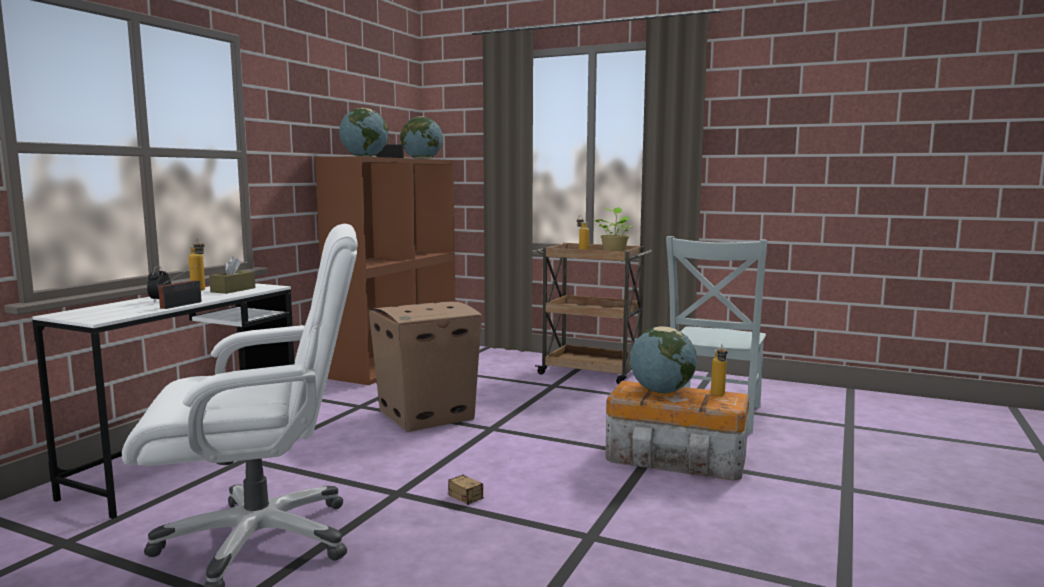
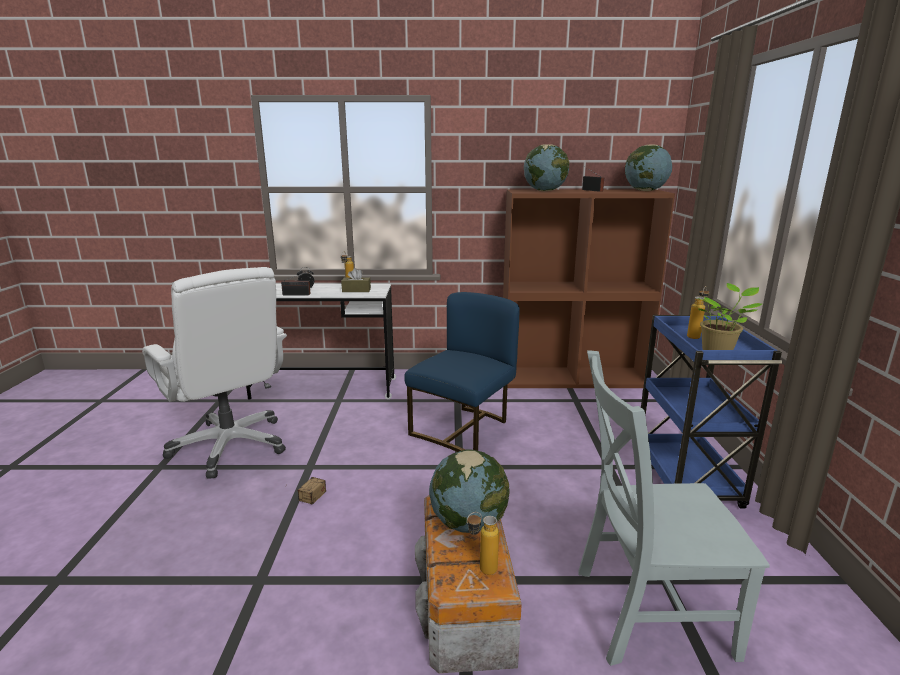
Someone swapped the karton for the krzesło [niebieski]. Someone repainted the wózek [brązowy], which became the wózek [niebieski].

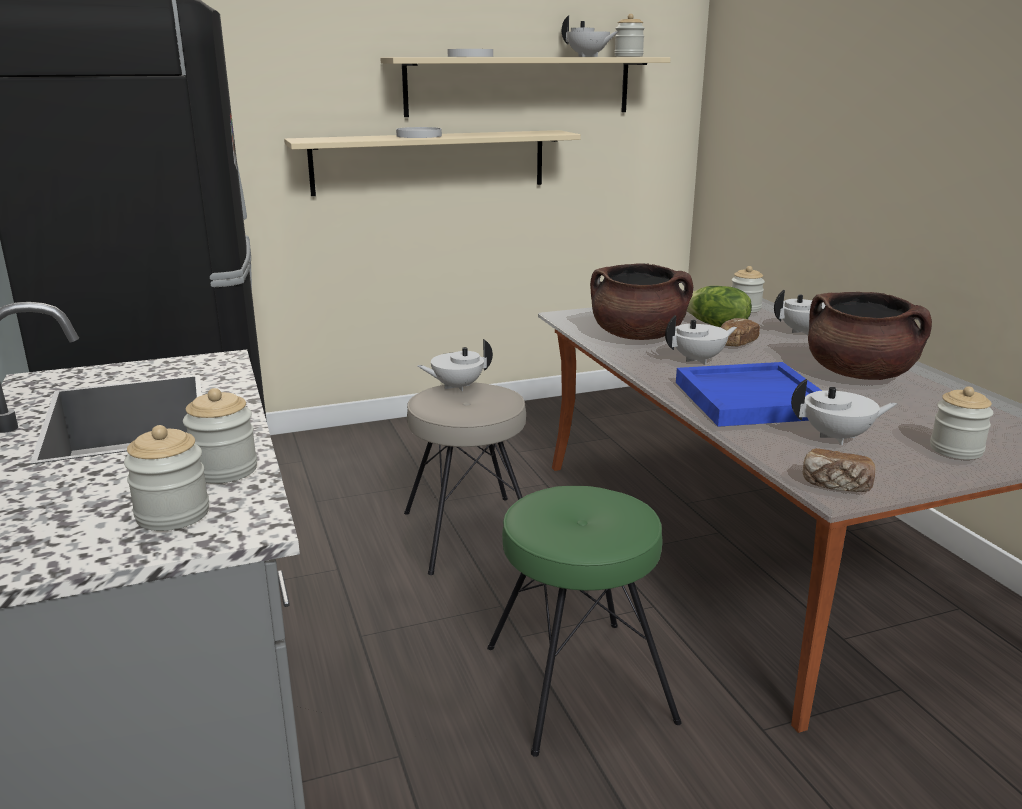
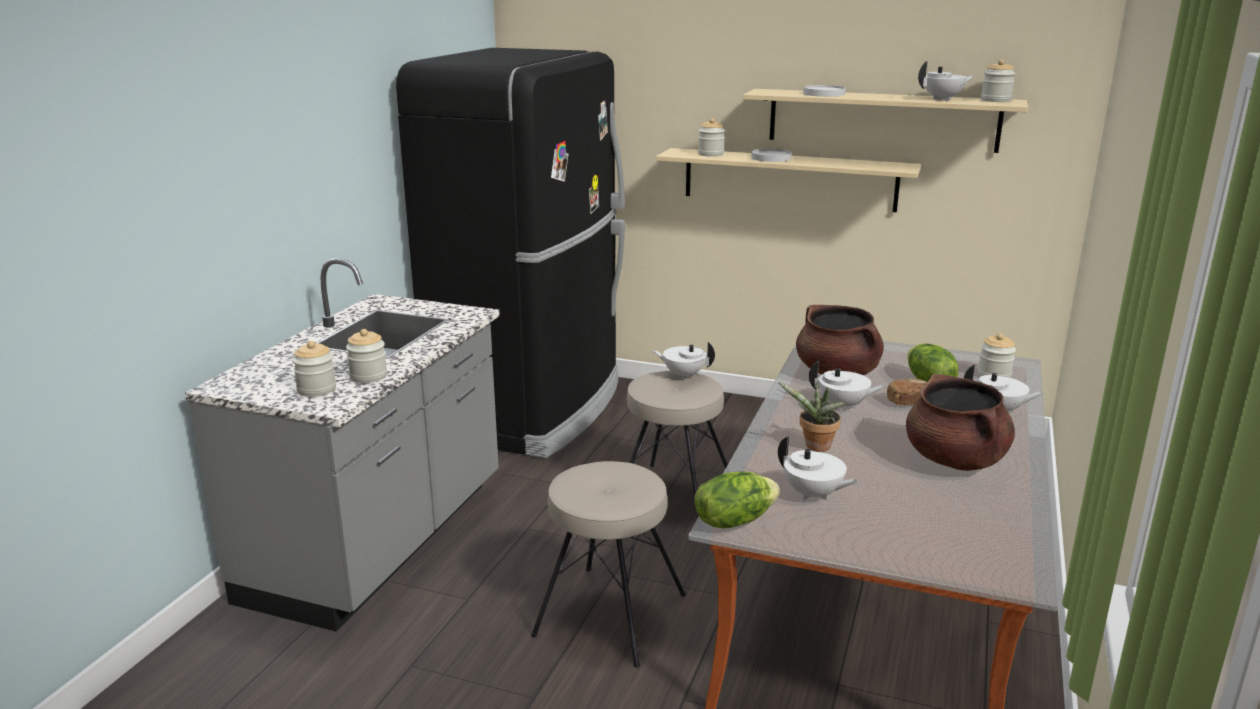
Someone repainted the stołek [zielony], which became the stołek [beżowy] (no. 1 from left). Someone rotated the imbryk [biały] (no. 2 from left in the first image) by 90 degrees counterclockwise. Someone swapped the taca [niebieski] for the roślina doniczkowa. Someone swapped the chleb (no. 2 from left) for the sałata (no. 1 from left). Someone carried the słoik (no. 5 from left in the first image).

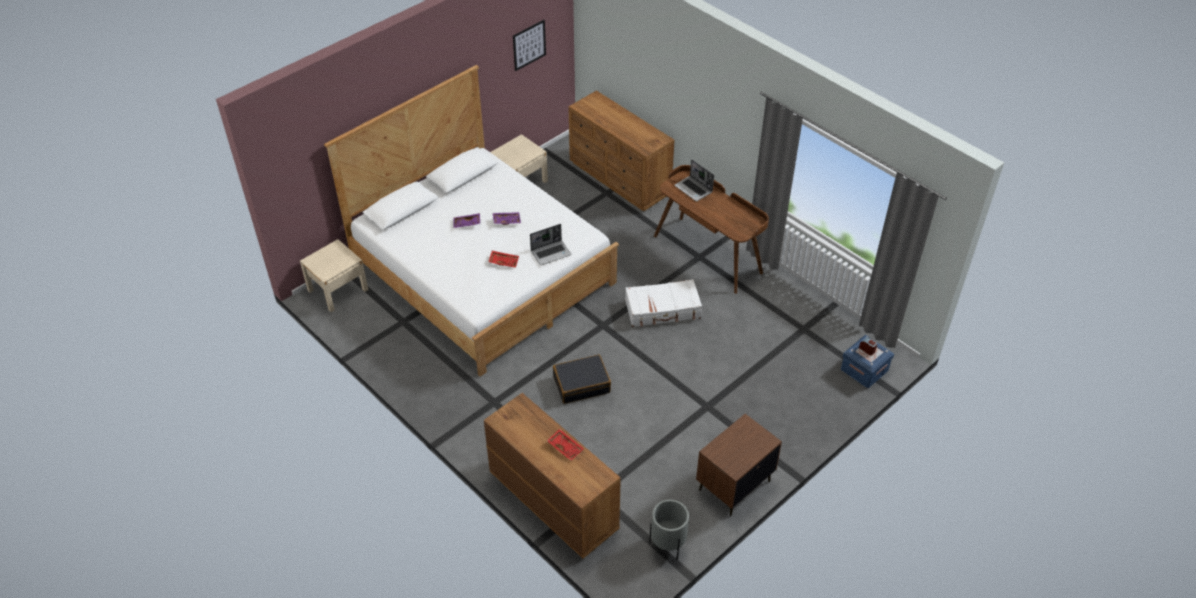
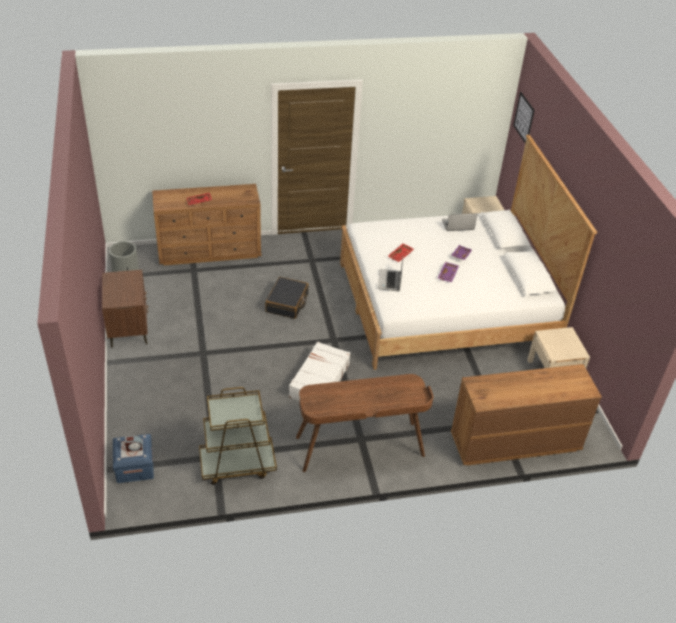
Someone carried the obraz. Someone carried the laptop (no. 2 from left). Someone put down the wózek [brązowy].

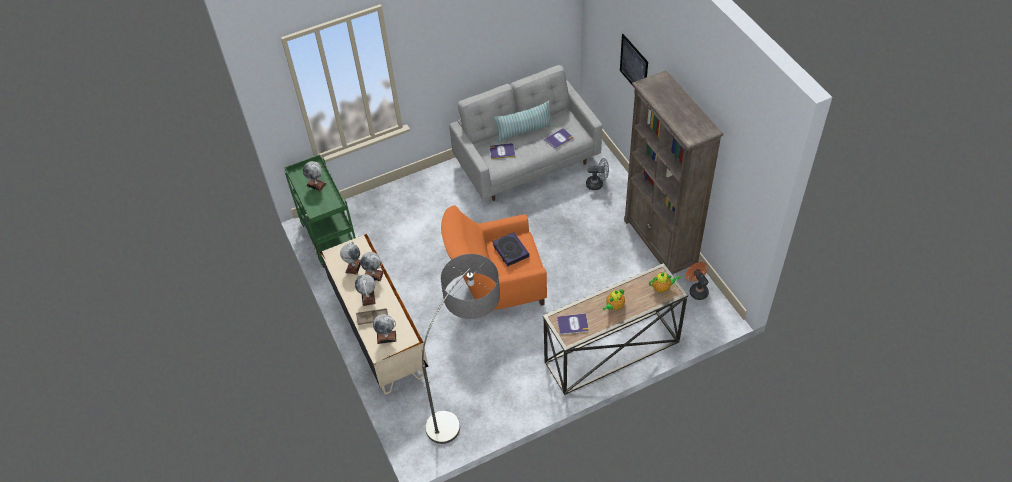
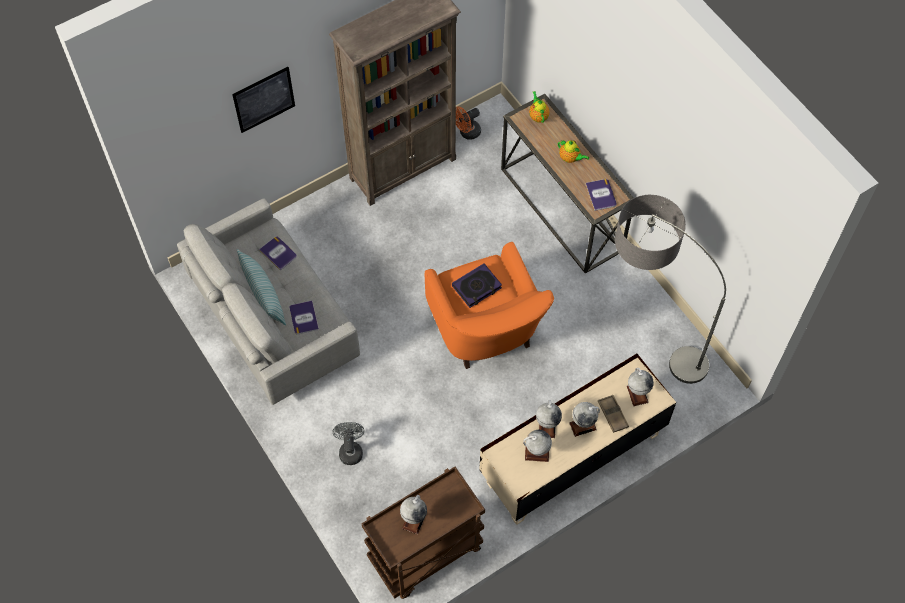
Someone repainted the wózek [zielony], which became the wózek [brązowy]. Someone carried the wentylator [szary].

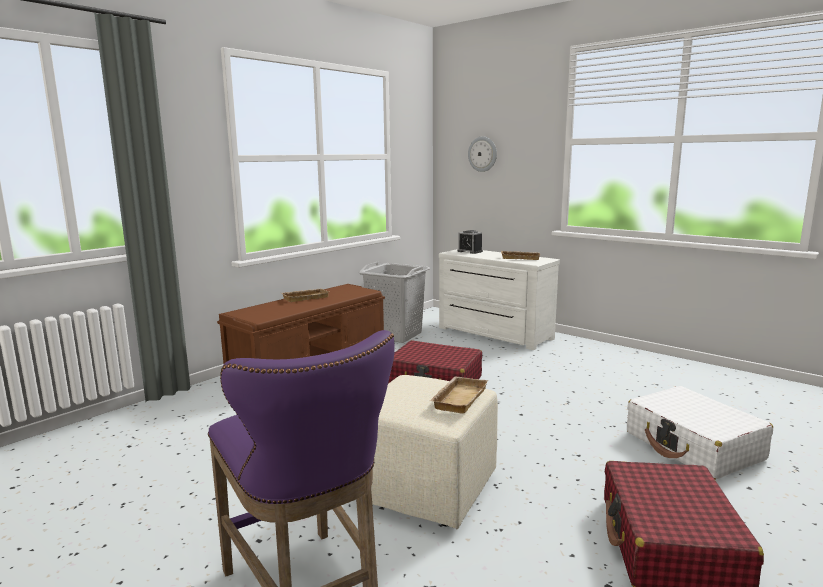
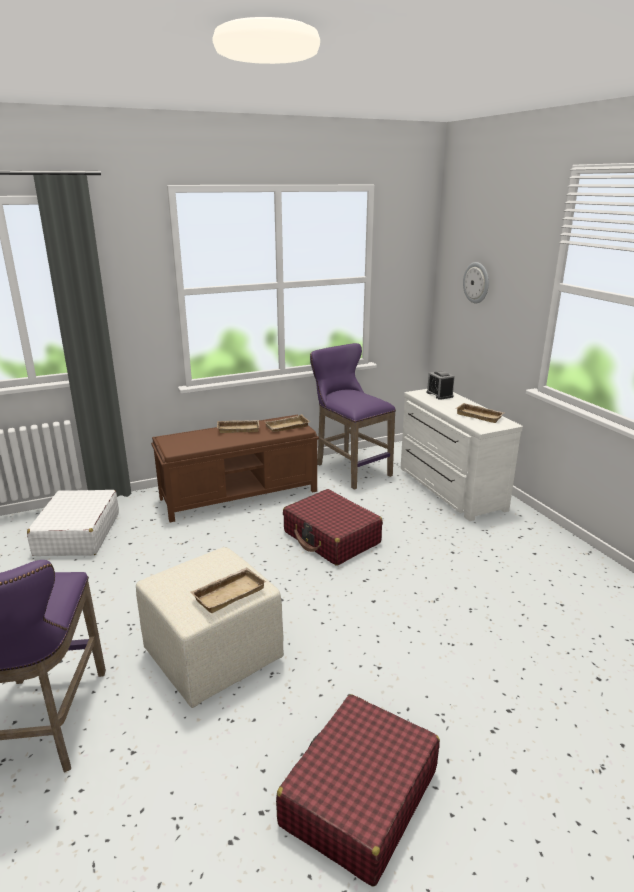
Someone swapped the kosz na pranie [szary] for the stołek [fioletowy] (no. 2 from left). Someone carried the walizka [biały]. Someone put down the taca [beżowy] (no. 3 from left).

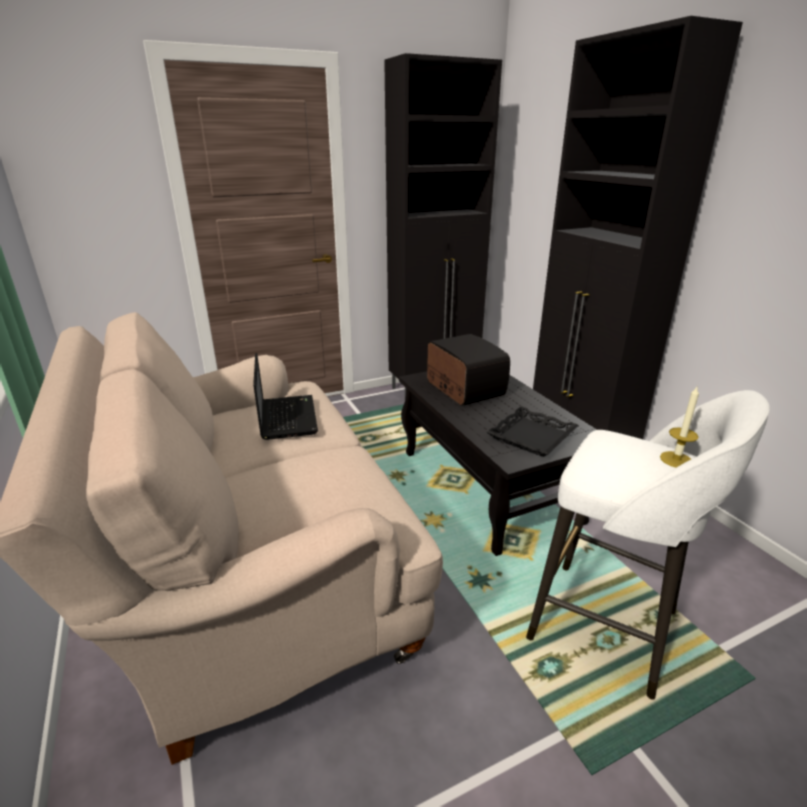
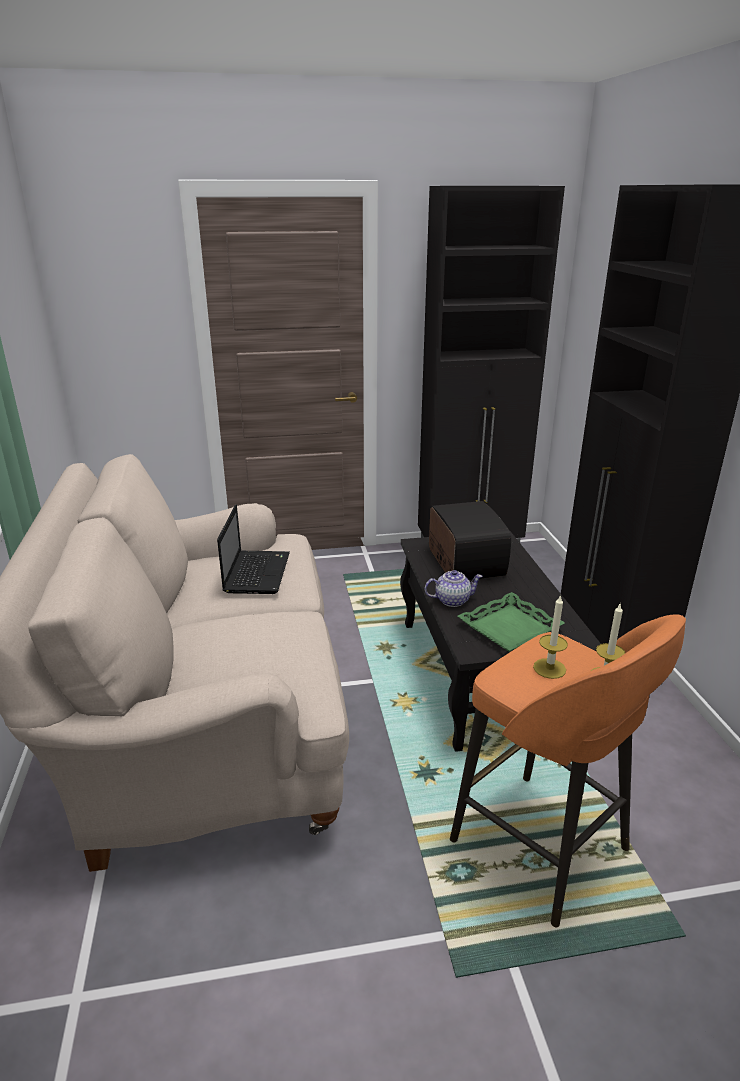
Someone repainted the taca [czarny], which became the taca [zielony]. Someone repainted the stołek [biały], which became the stołek [pomarańczowy]. Someone put down the imbryk. Someone put down the świeca (no. 1 from left).

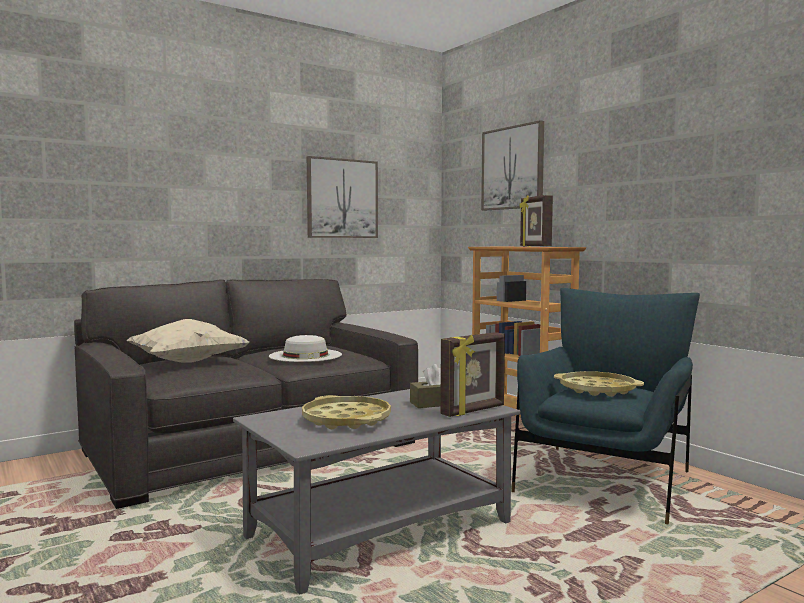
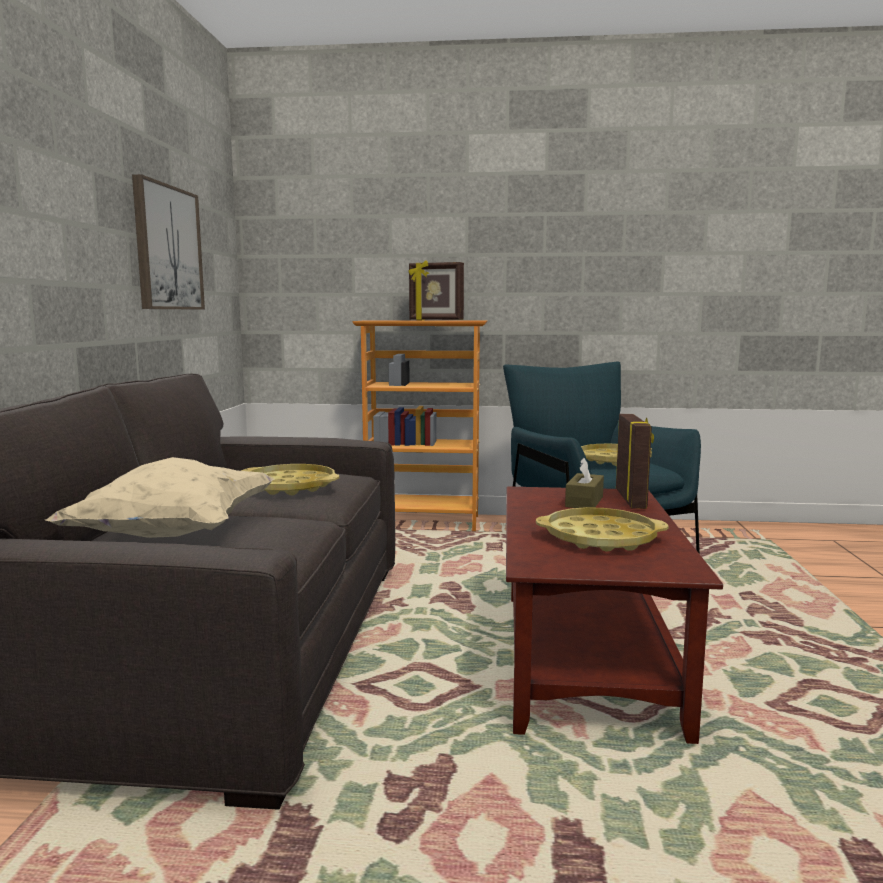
Someone repainted the ława [szary], which became the ława [brązowy]. Someone swapped the kapelusz [biały] for the taca [żółty] (no. 1 from left). Someone took away the obraz (no. 2 from left).

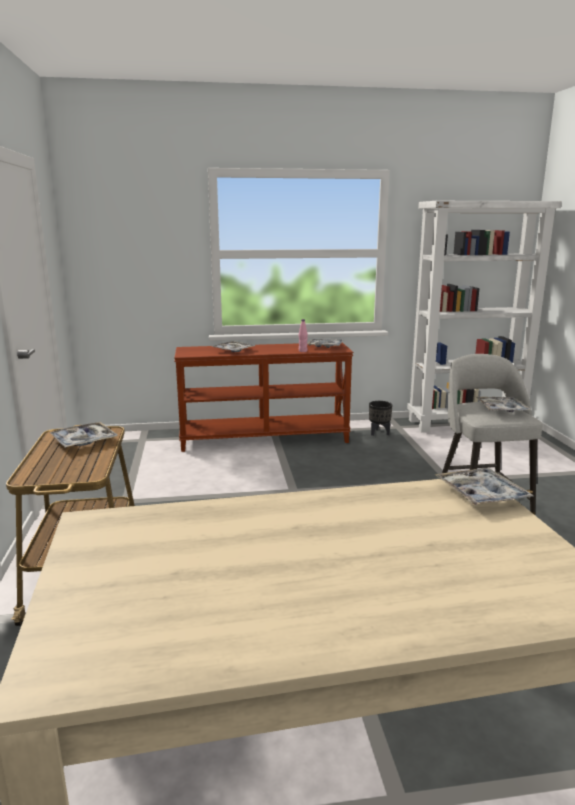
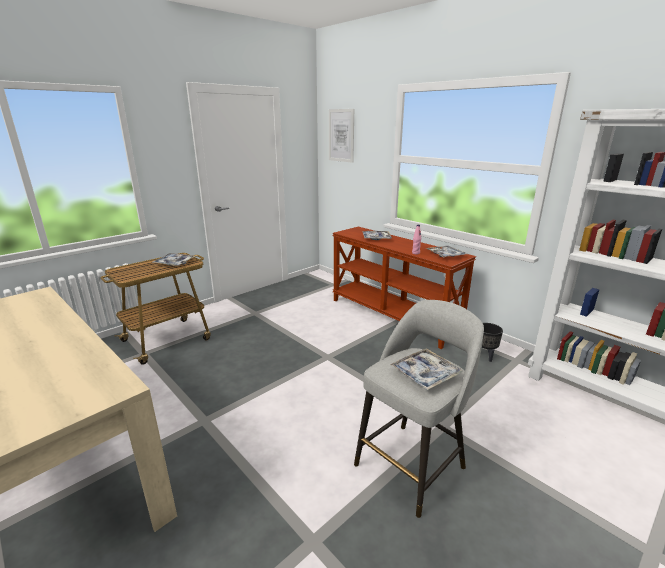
Someone took away the taca (no. 4 from left). Someone put up the obraz.

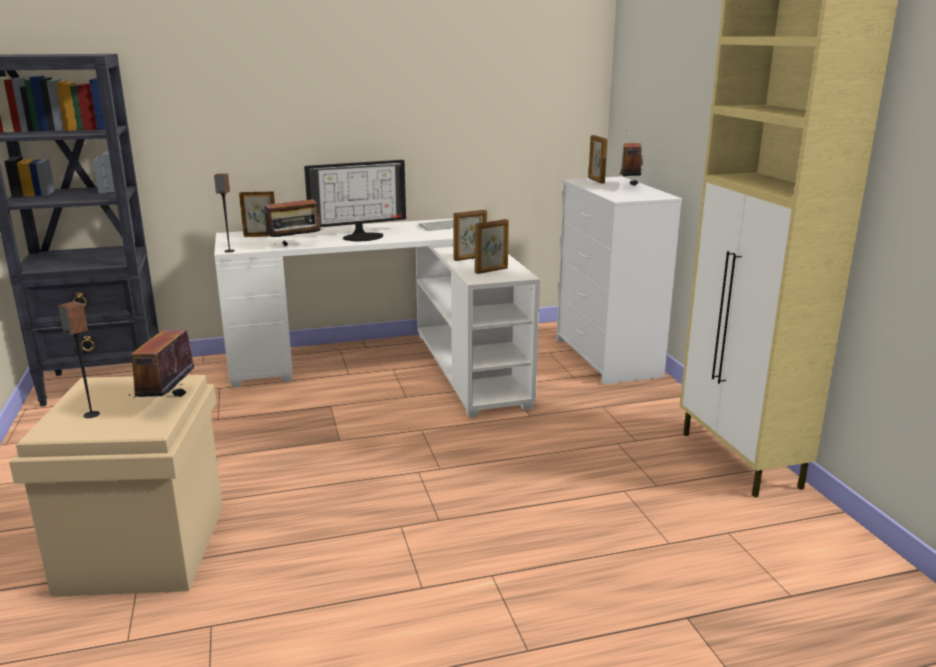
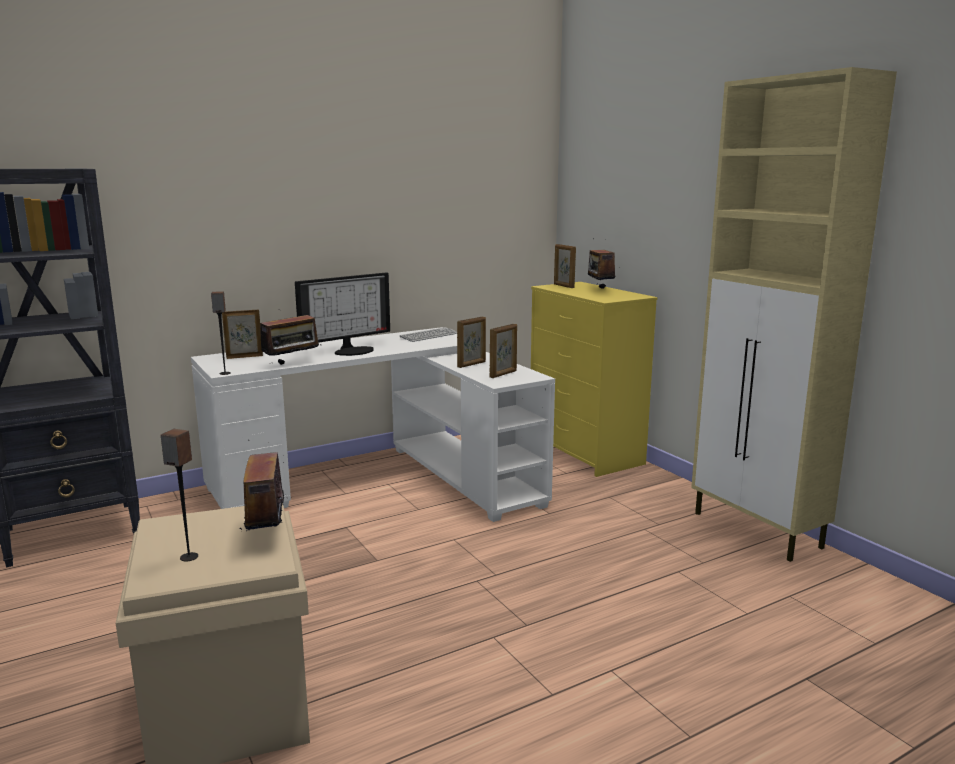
Someone repainted the komoda [biały], which became the komoda [żółty].

